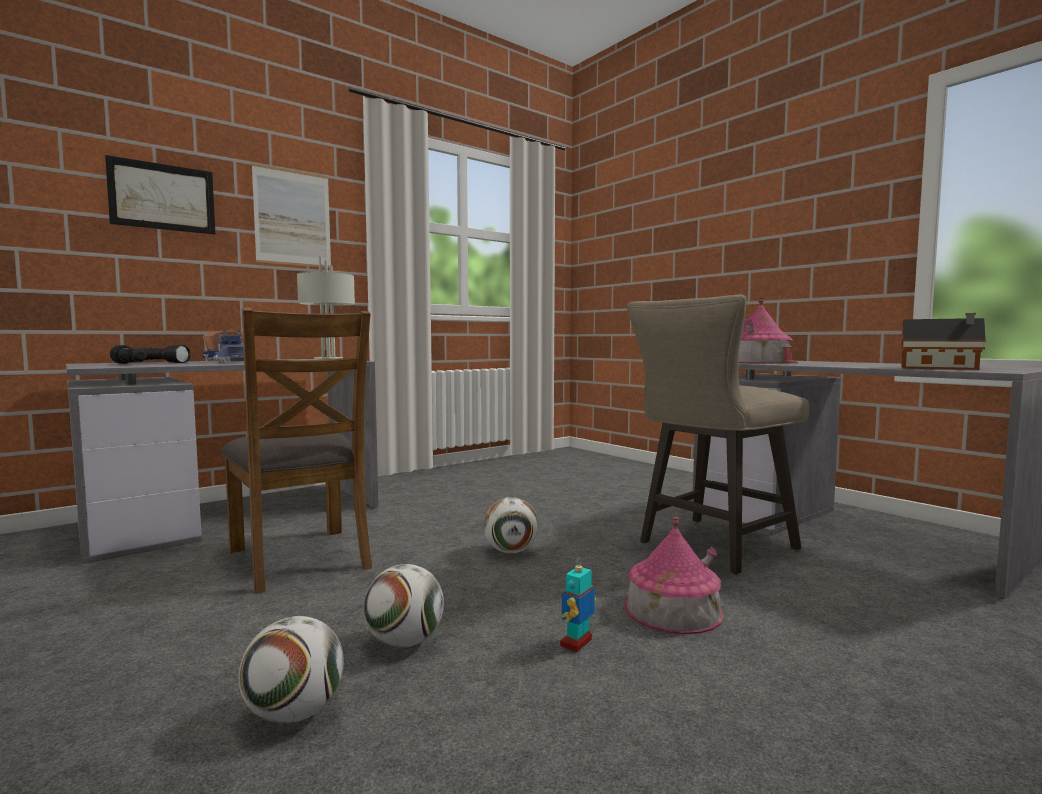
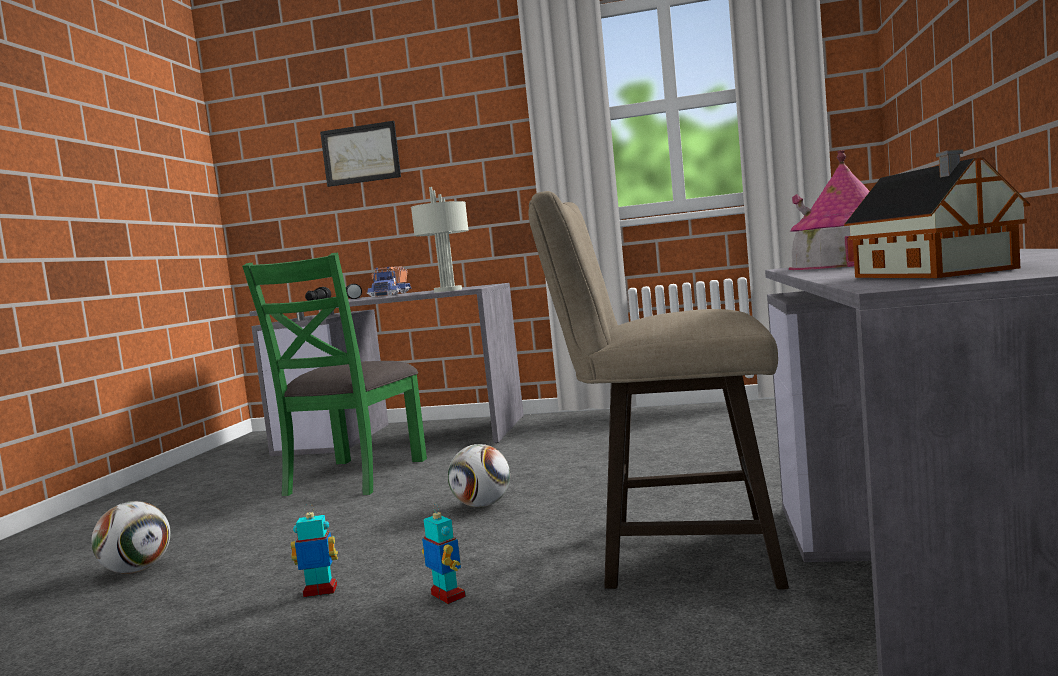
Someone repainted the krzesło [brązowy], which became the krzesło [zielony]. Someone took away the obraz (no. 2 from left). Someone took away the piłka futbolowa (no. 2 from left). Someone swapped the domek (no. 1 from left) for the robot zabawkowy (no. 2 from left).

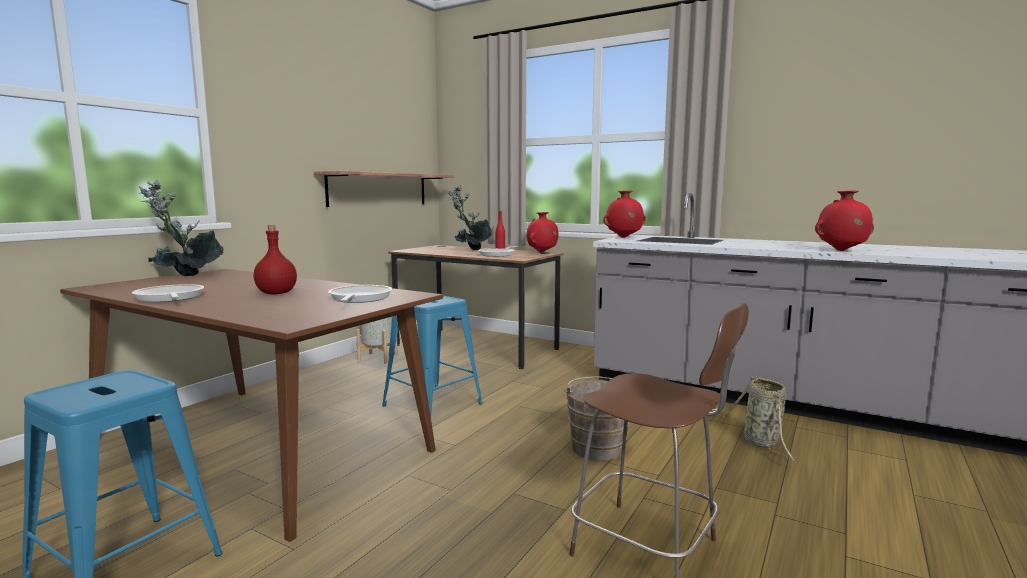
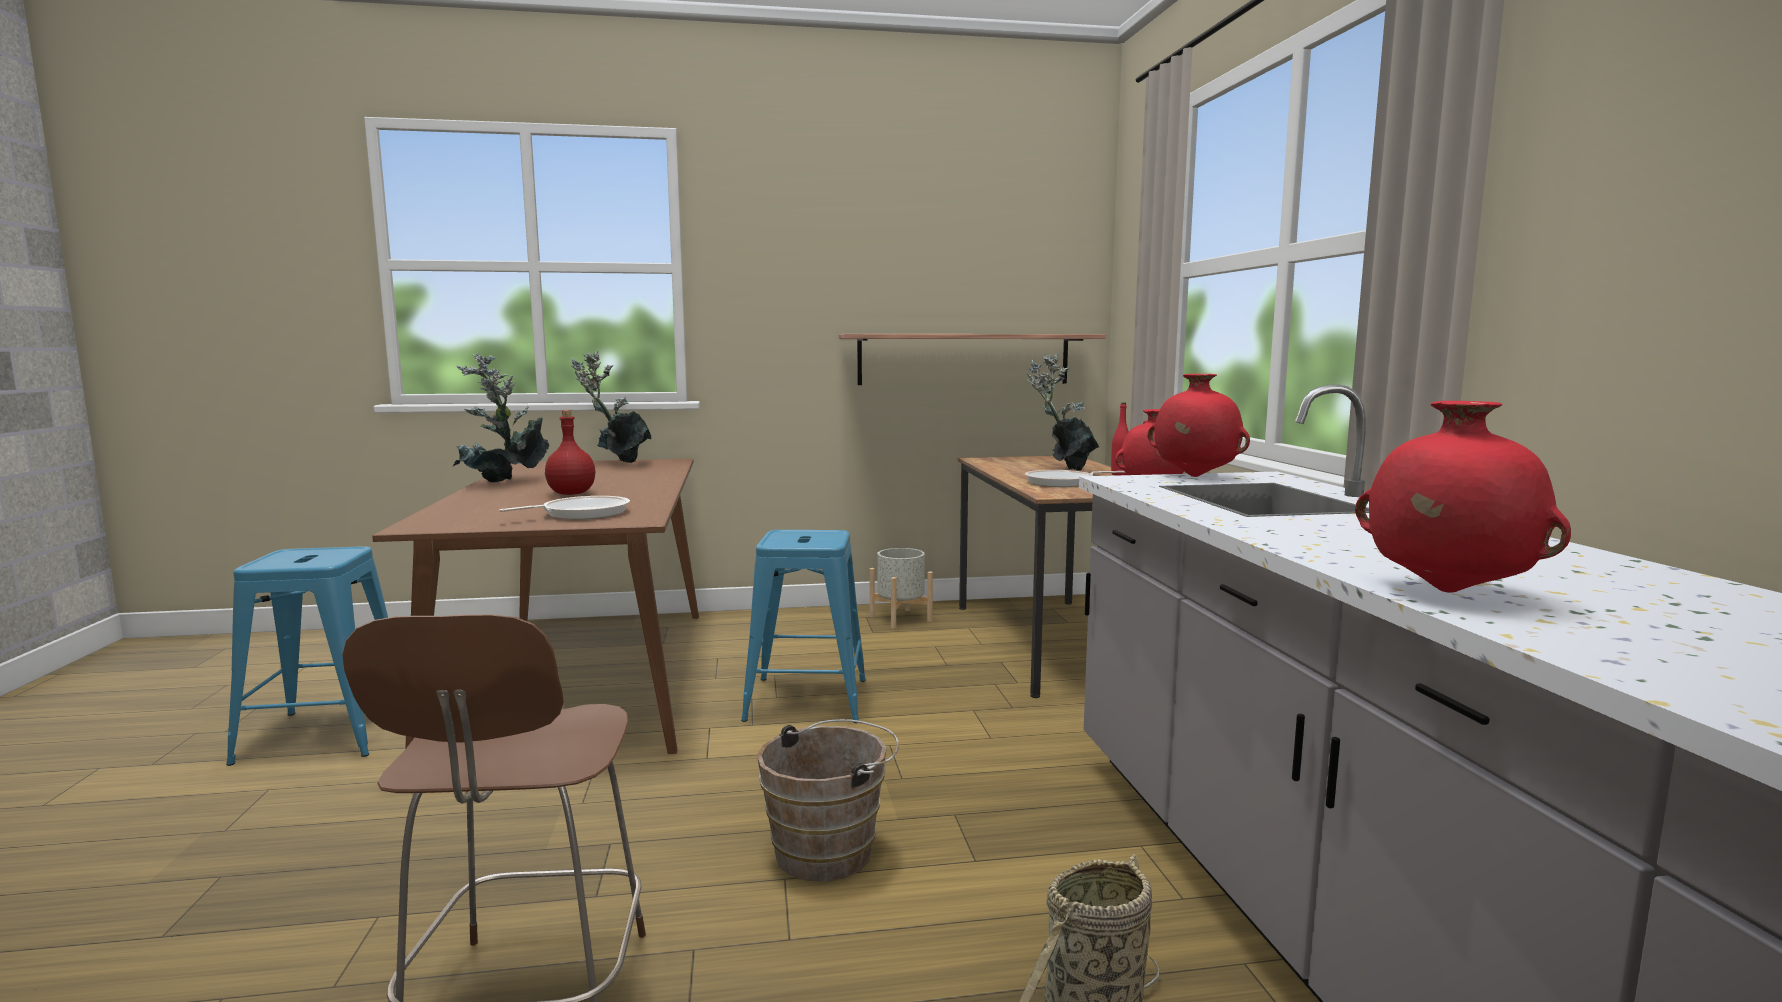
Someone swapped the patelnia (no. 1 from left) for the roślina doniczkowa (no. 1 from left).

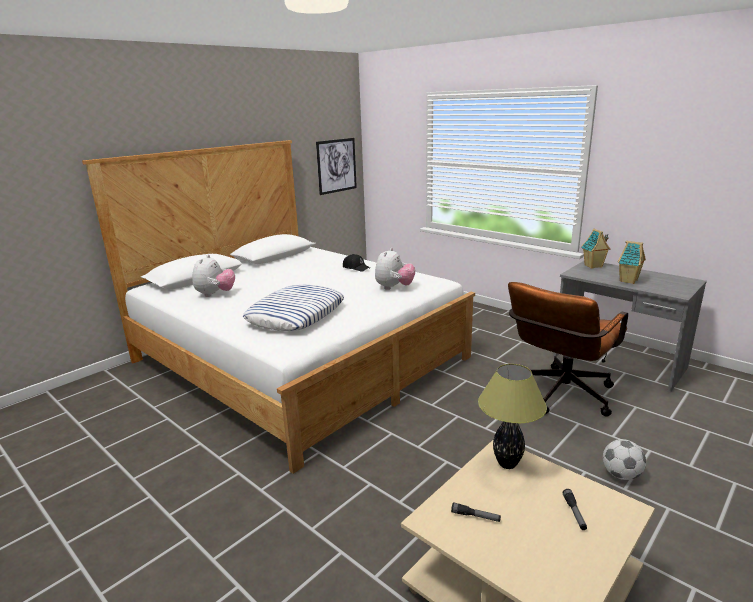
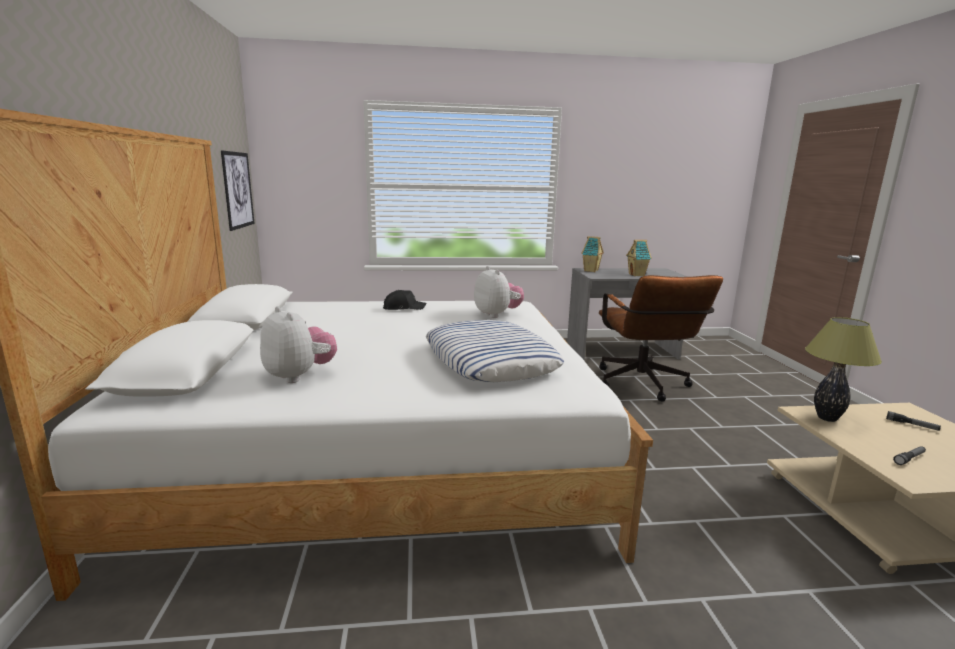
Someone took away the piłka futbolowa.

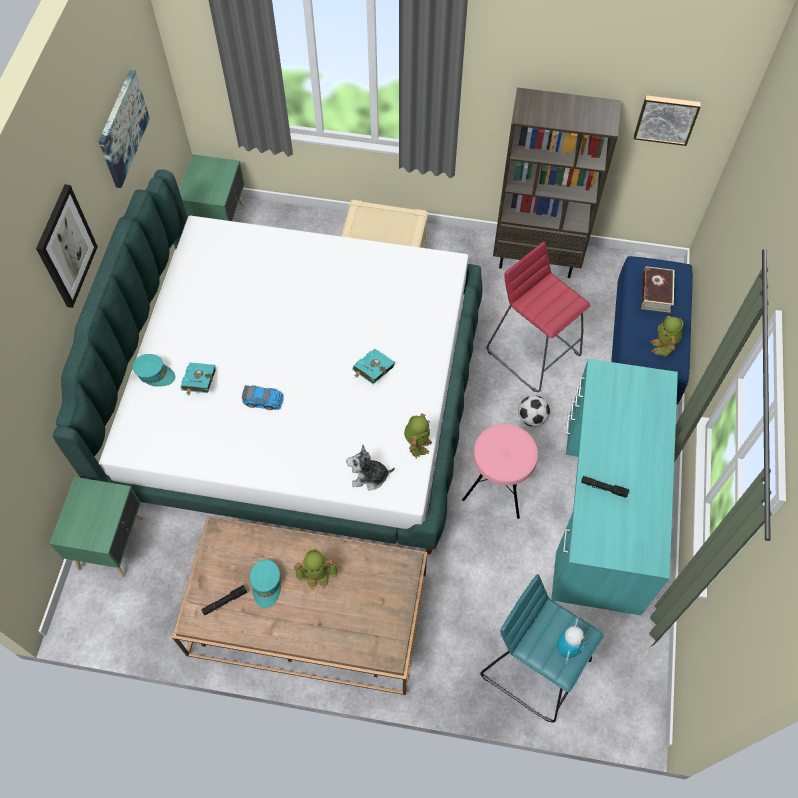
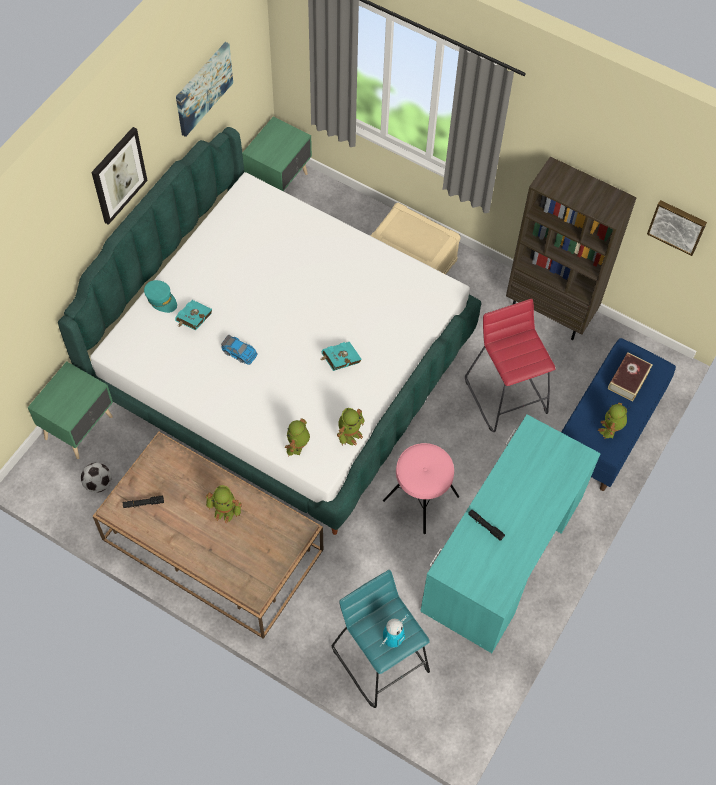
Someone took away the czapka z daszkiem [turkusowy] (no. 2 from left). Someone swapped the pluszak for the robot zabawkowy (no. 2 from left). Someone carried the piłka futbolowa.

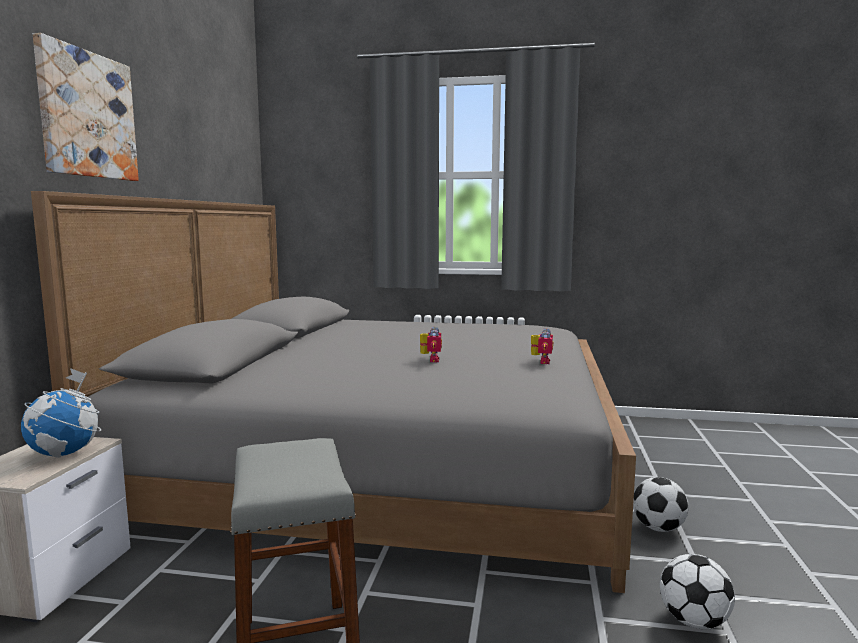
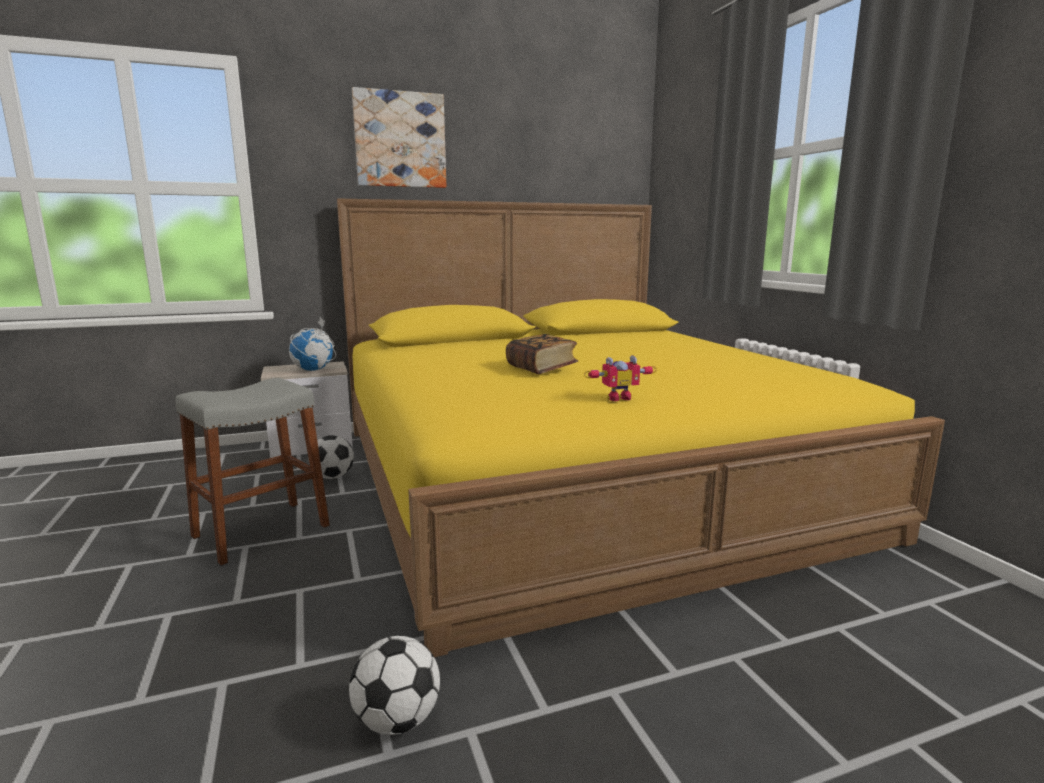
Someone repainted the łóżko [szary], which became the łóżko [żółty]. Someone swapped the robot zabawkowy (no. 1 from left) for the książka. Someone carried the piłka futbolowa (no. 1 from left).

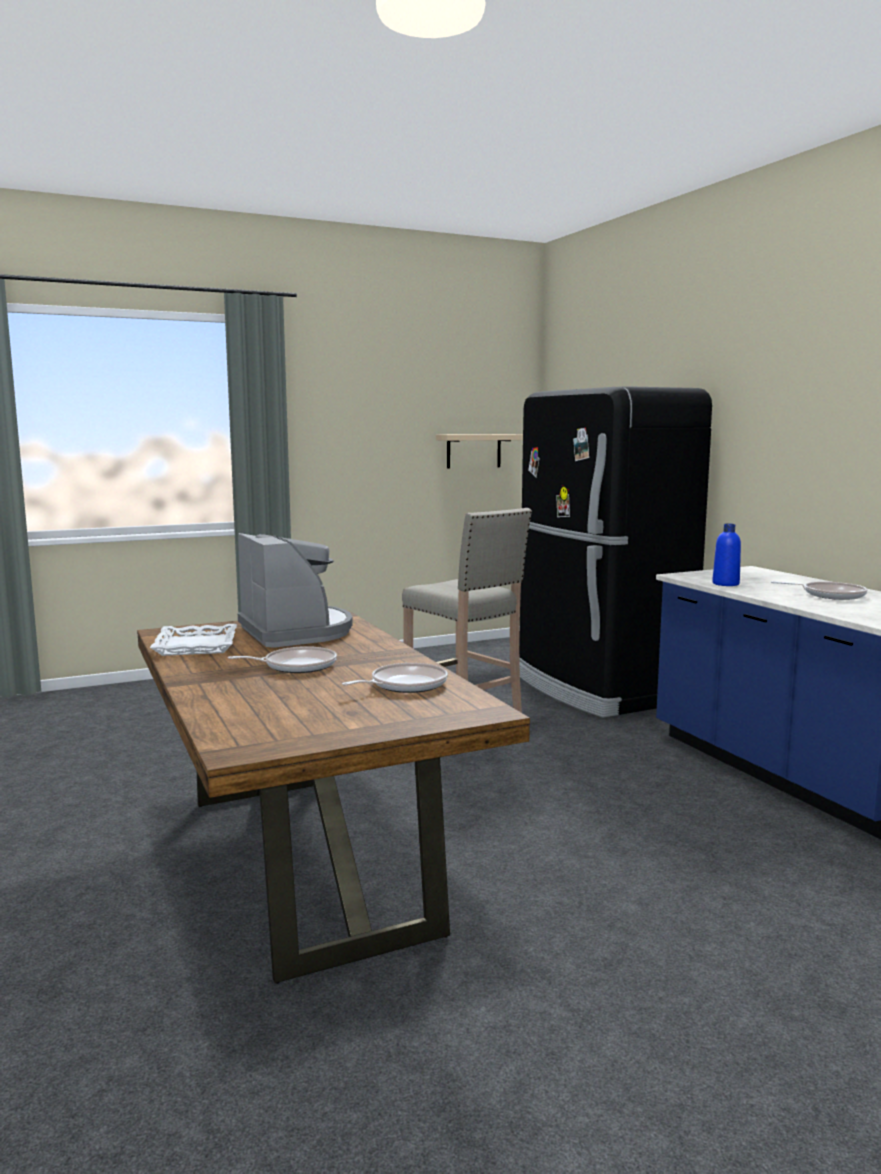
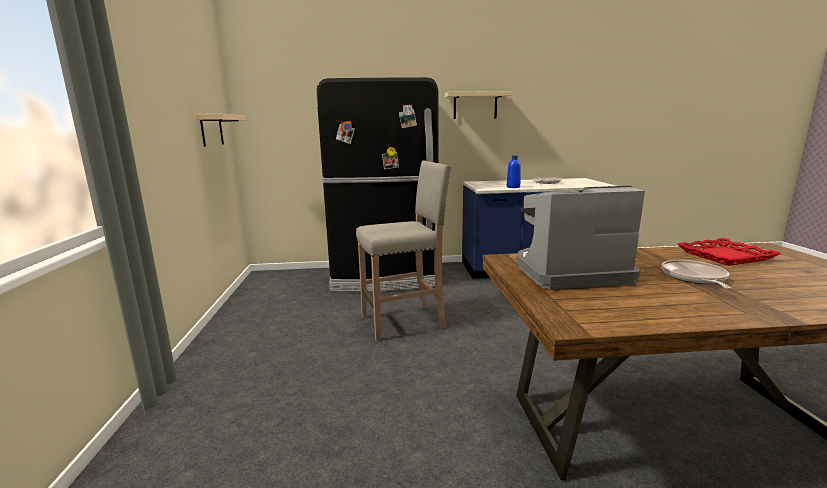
Someone took away the taca [biały]. Someone swapped the patelnia (no. 2 from left) for the taca [czerwony]. Someone put up the półka [beżowy] (no. 2 from left).

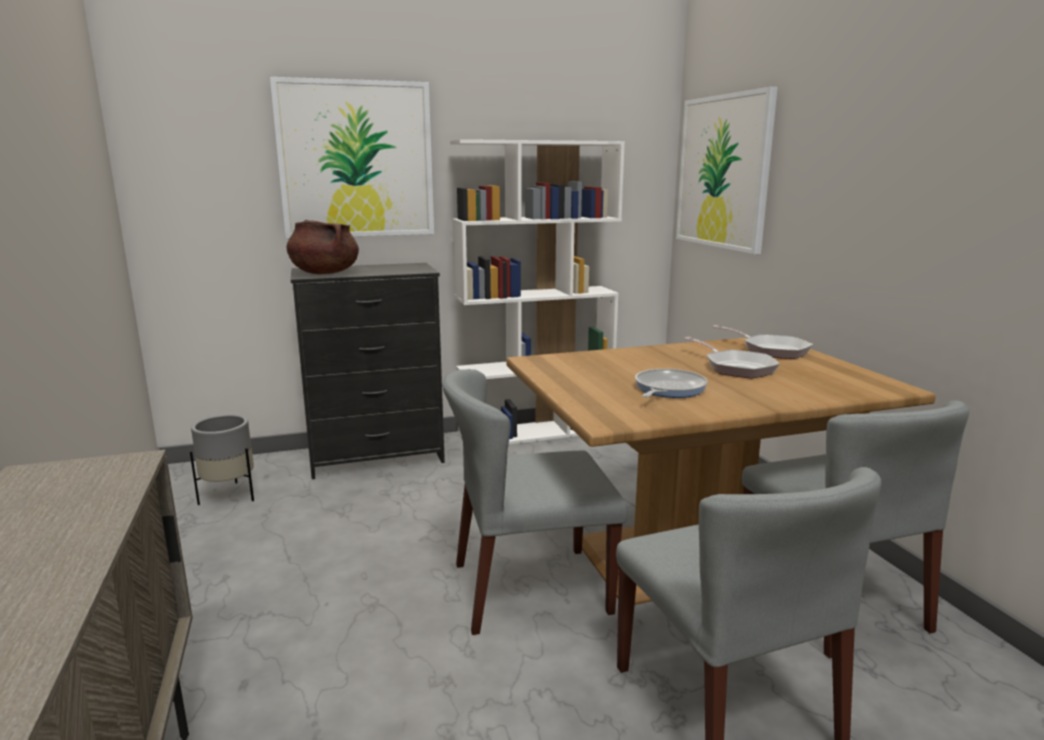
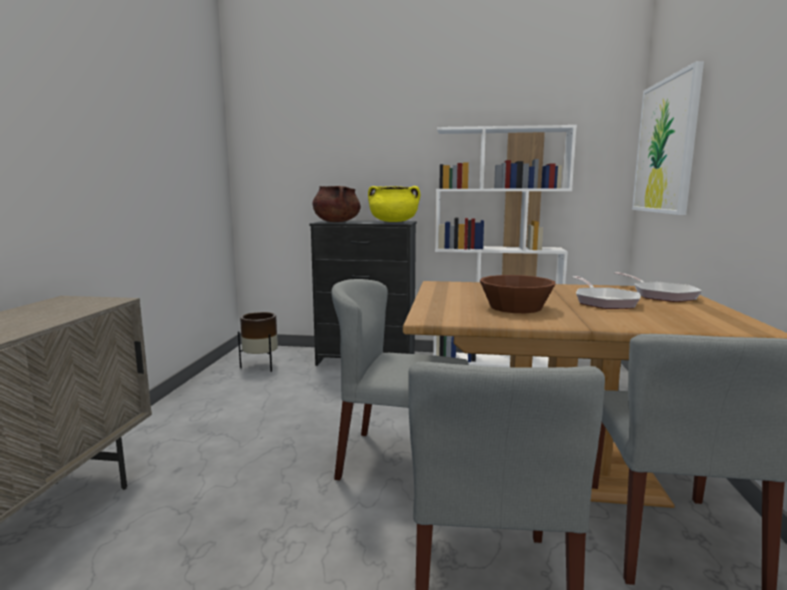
Someone repainted the donica [szary], which became the donica [brązowy]. Someone took away the obraz (no. 1 from left). Someone swapped the patelnia (no. 1 from left) for the miska [brązowy]. Someone put down the garnek [żółty].

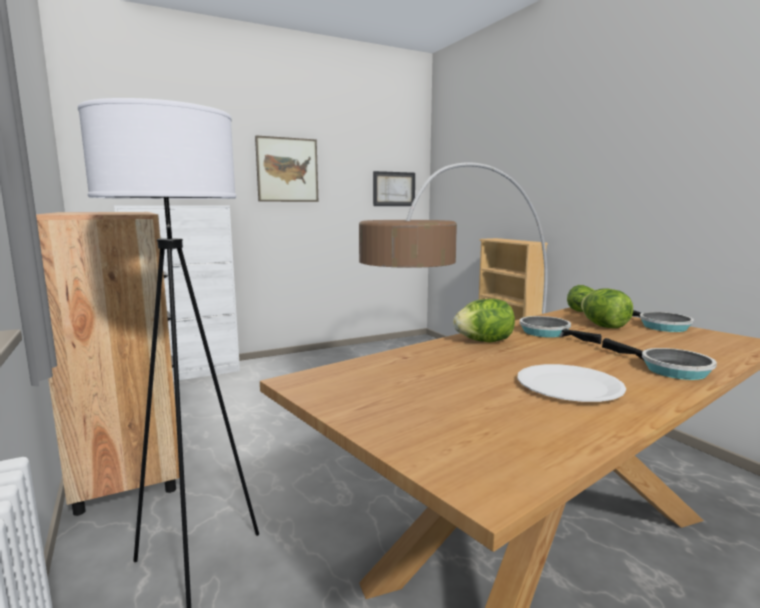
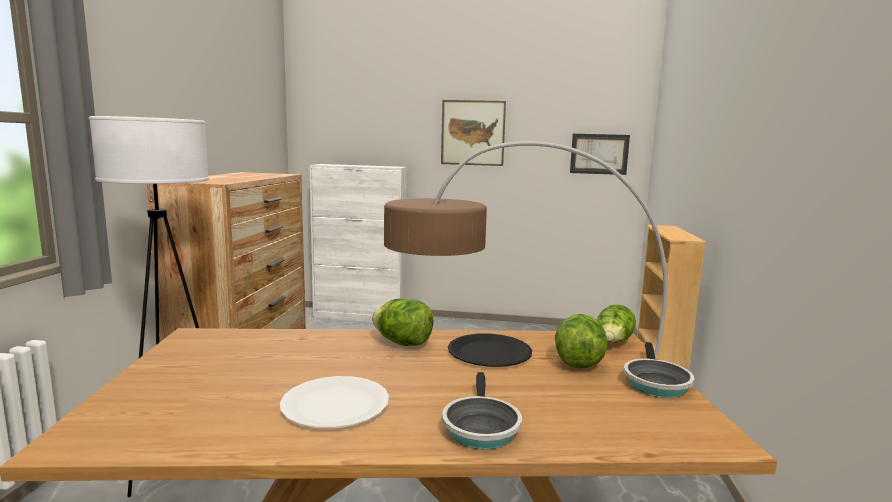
Someone swapped the patelnia (no. 1 from left) for the talerz [czarny].

